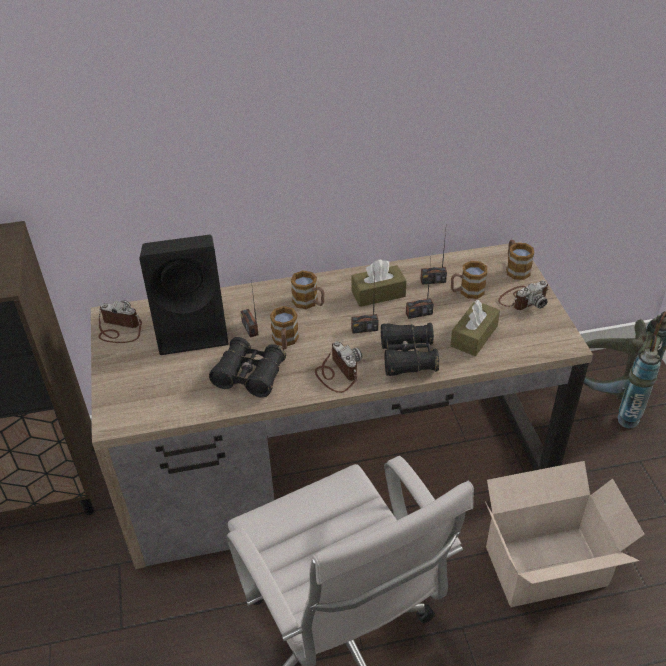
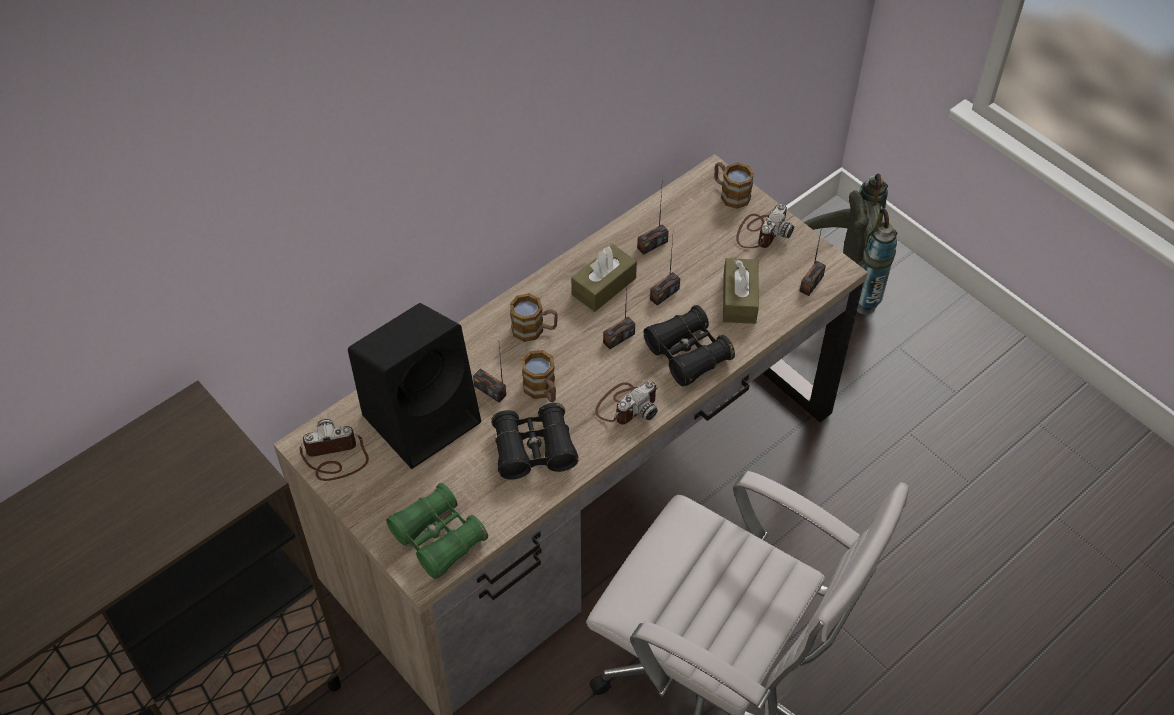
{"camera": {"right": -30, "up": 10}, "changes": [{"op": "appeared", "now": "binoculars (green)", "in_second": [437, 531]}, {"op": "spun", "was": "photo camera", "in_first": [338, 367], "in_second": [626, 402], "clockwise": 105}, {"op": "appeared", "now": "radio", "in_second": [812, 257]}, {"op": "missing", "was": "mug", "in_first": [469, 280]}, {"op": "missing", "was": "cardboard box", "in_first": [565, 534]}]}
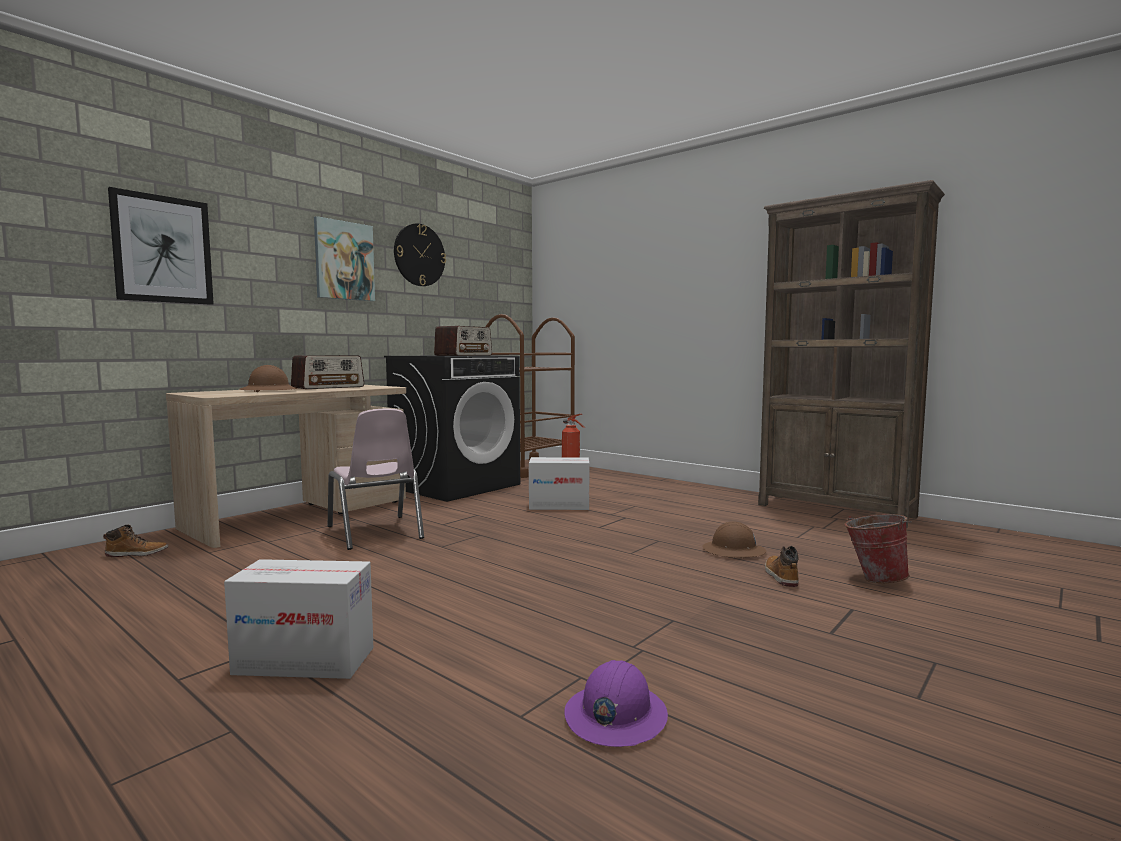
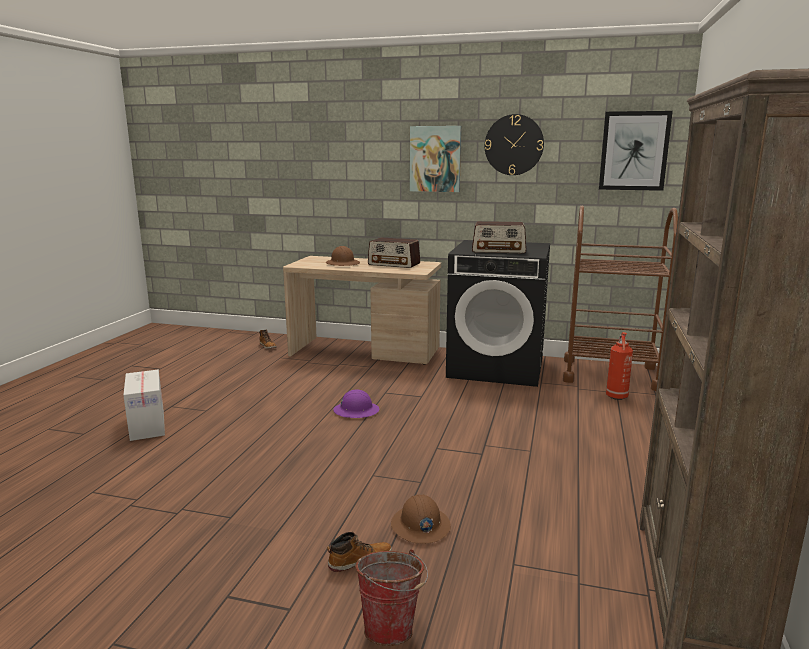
{"camera": {"right": 65, "up": 10}, "changes": [{"op": "relocated", "was": "hard hat (purple)", "in_first": [616, 703], "in_second": [356, 404]}, {"op": "relocated", "was": "picture", "in_first": [161, 246], "in_second": [636, 151]}, {"op": "missing", "was": "chair (pink)", "in_first": [376, 479]}, {"op": "missing", "was": "cardboard box", "in_first": [559, 483]}]}
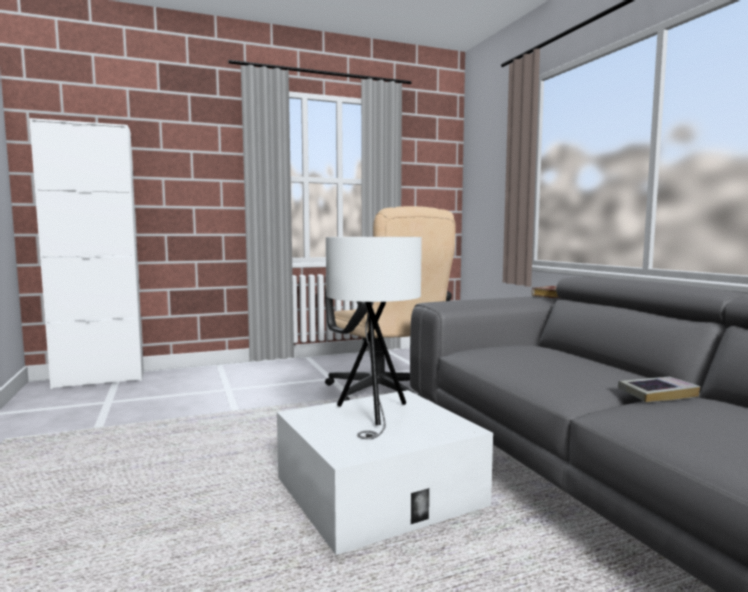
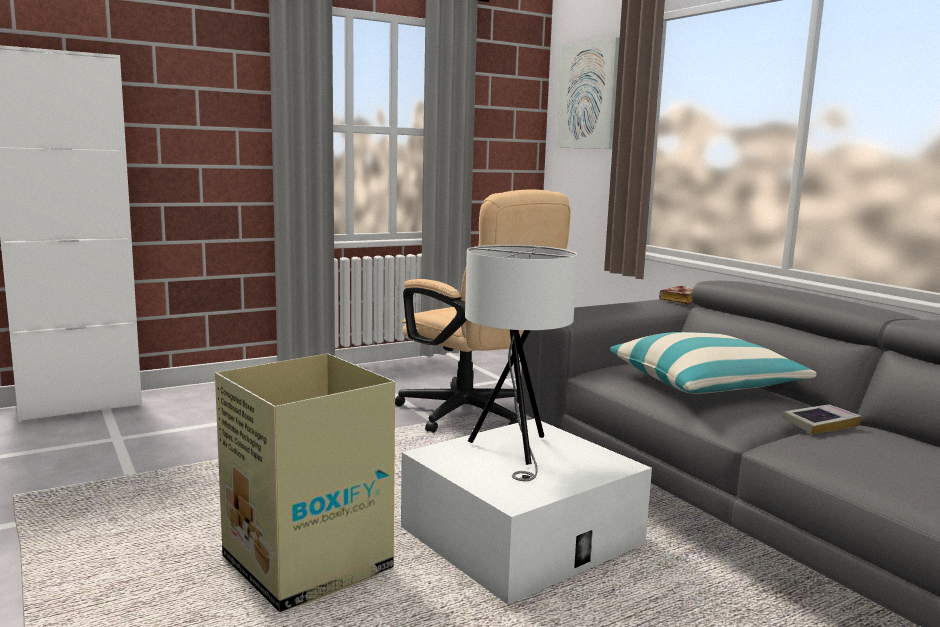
{"camera": {"right": -10, "up": 5}, "changes": [{"op": "appeared", "now": "cardboard box", "in_second": [305, 483]}, {"op": "appeared", "now": "picture", "in_second": [588, 93]}, {"op": "appeared", "now": "pillow", "in_second": [713, 363]}]}
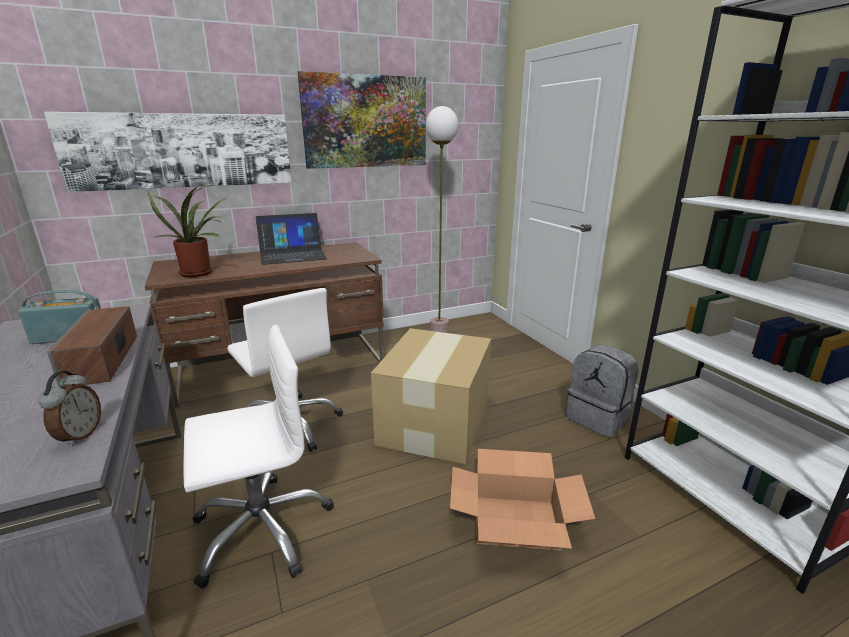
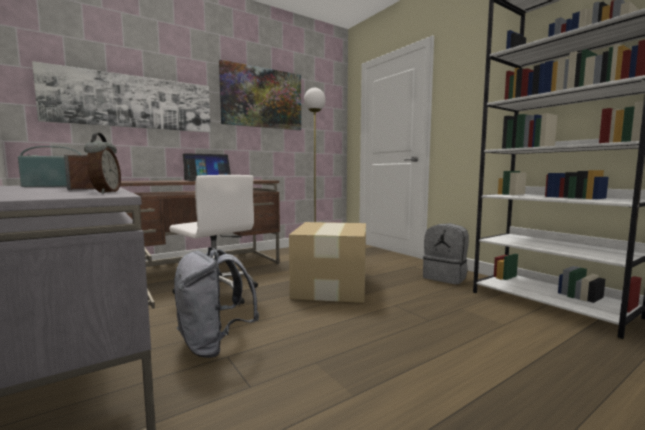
{"camera": {"right": -10, "up": -15}, "changes": [{"op": "exchanged", "was": "office chair (white)", "now": "backpack (grey)", "in_first": [258, 457], "in_second": [216, 302]}, {"op": "missing", "was": "potted plant", "in_first": [187, 231]}, {"op": "missing", "was": "cardboard box", "in_first": [522, 500]}]}
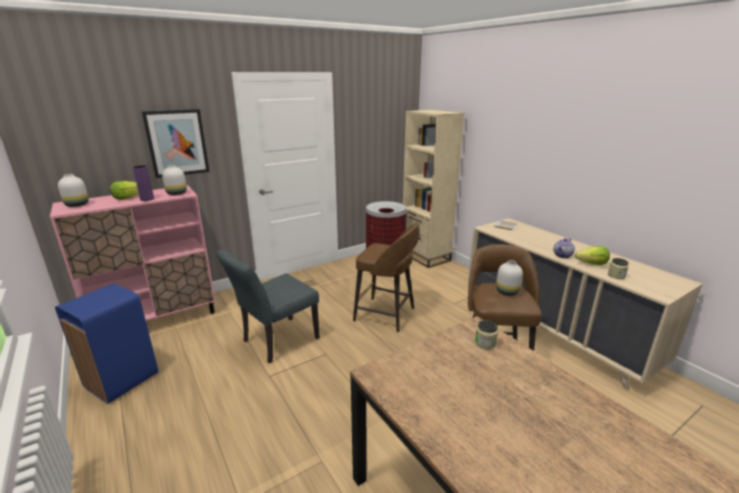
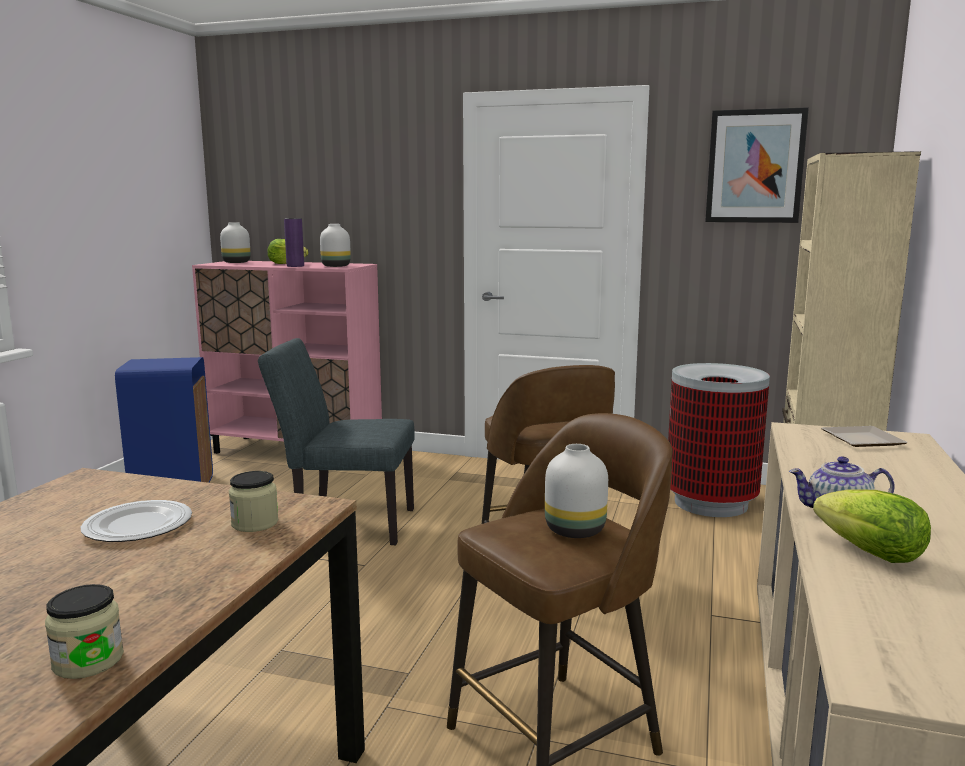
{"camera": {"right": 50, "up": -10}, "changes": [{"op": "relocated", "was": "jar", "in_first": [618, 268], "in_second": [84, 631]}, {"op": "appeared", "now": "plate", "in_second": [136, 521]}, {"op": "relocated", "was": "picture", "in_first": [176, 143], "in_second": [757, 165]}]}
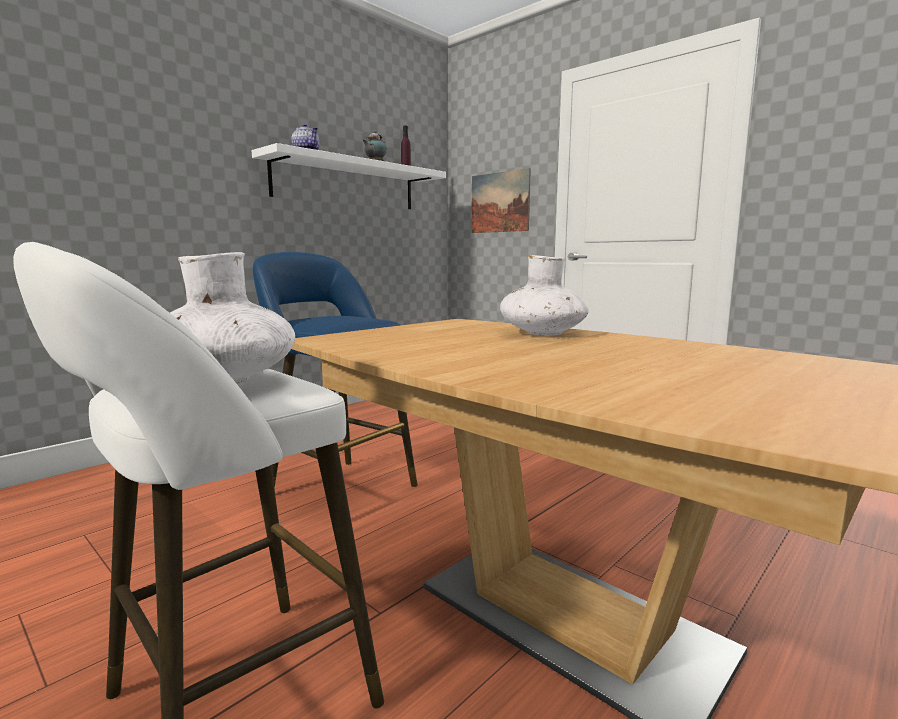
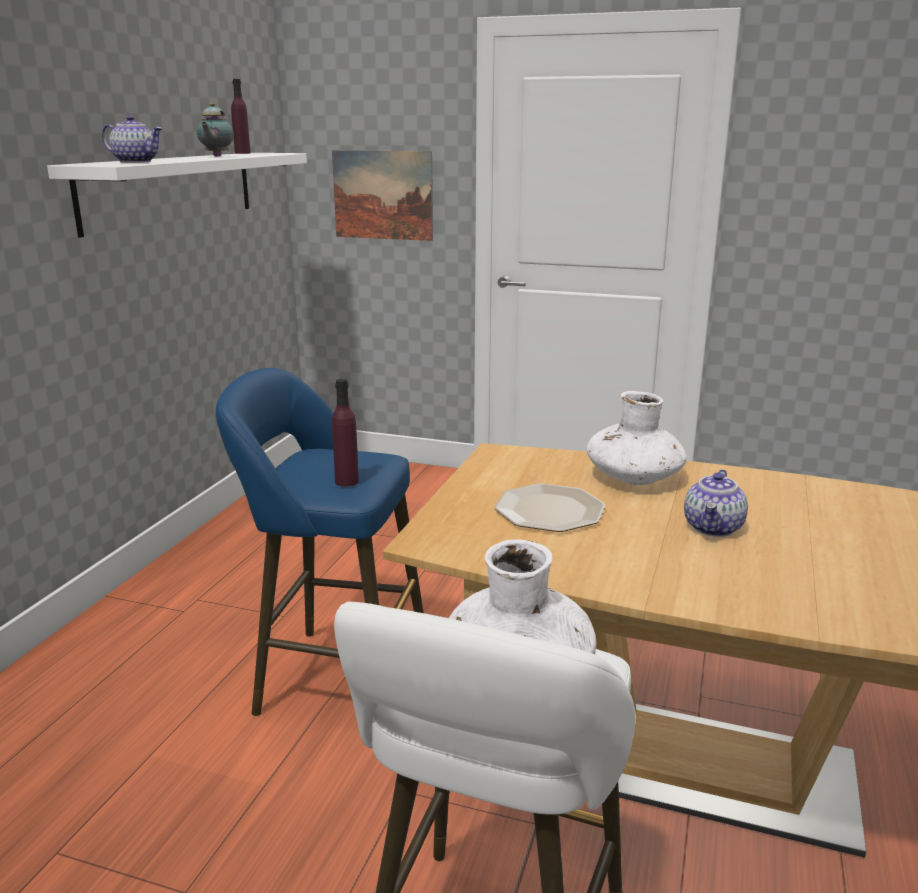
{"camera": {"right": -25, "up": 10}, "changes": [{"op": "appeared", "now": "bottle (purple)", "in_second": [345, 432]}, {"op": "appeared", "now": "plate", "in_second": [549, 507]}, {"op": "appeared", "now": "teapot", "in_second": [716, 503]}]}
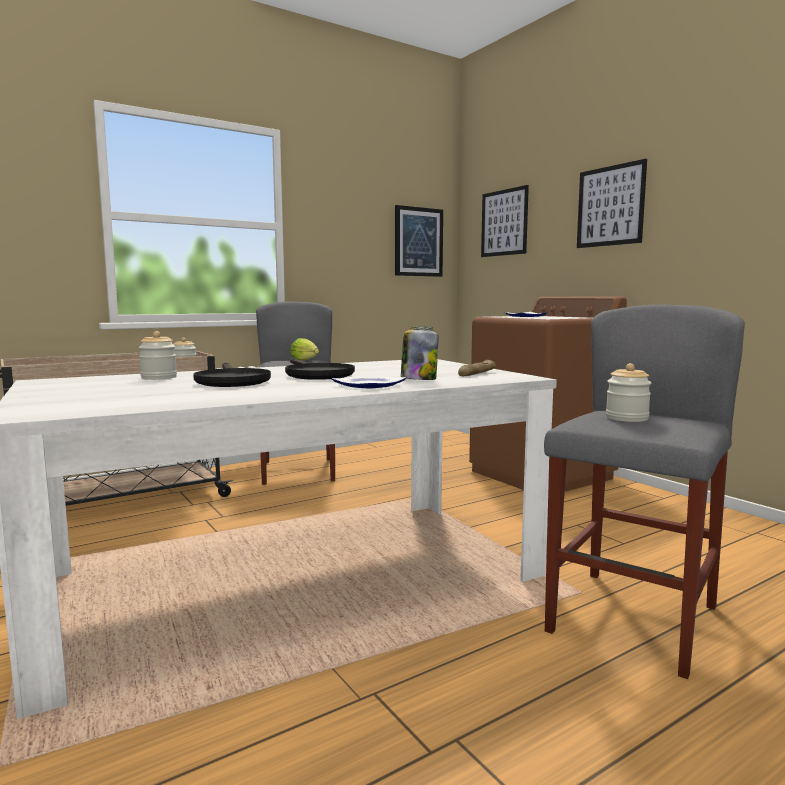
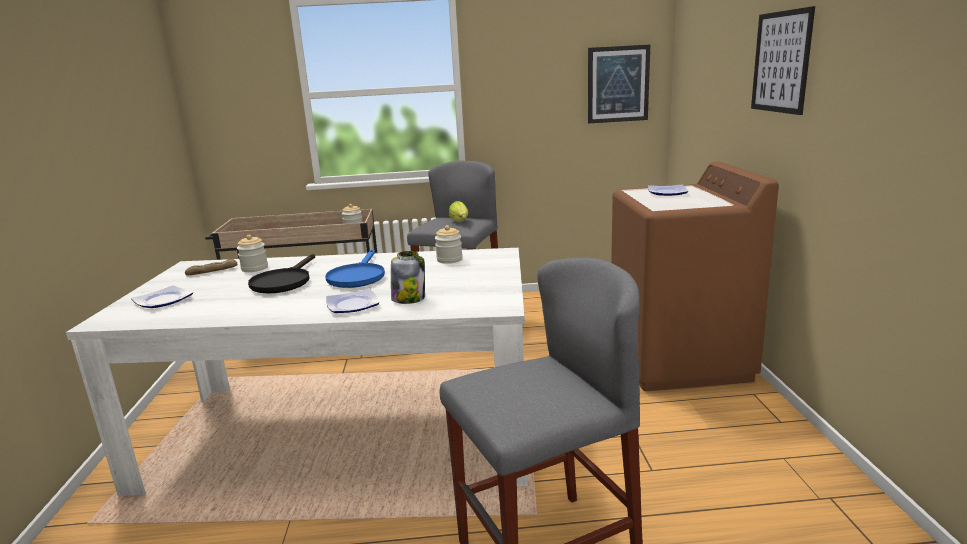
{"camera": {"right": 30, "up": 10}, "changes": [{"op": "appeared", "now": "plate", "in_second": [162, 296]}, {"op": "relocated", "was": "bread", "in_first": [477, 368], "in_second": [211, 267]}, {"op": "colour", "was": "frying pan (black)", "now": "frying pan (blue)", "in_first": [320, 369], "in_second": [355, 268]}, {"op": "relocated", "was": "jar", "in_first": [629, 392], "in_second": [449, 244]}, {"op": "missing", "was": "picture", "in_first": [505, 221]}]}
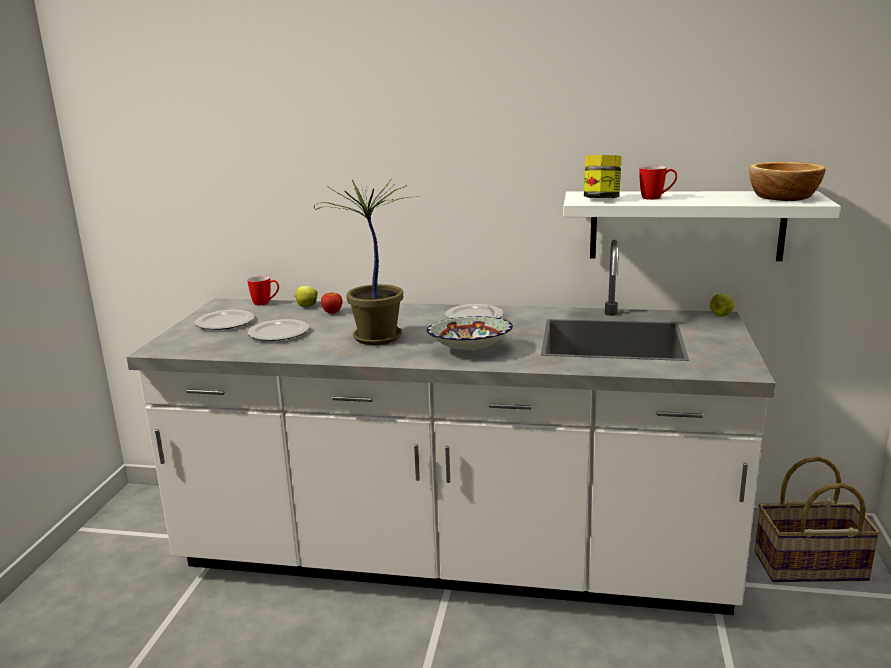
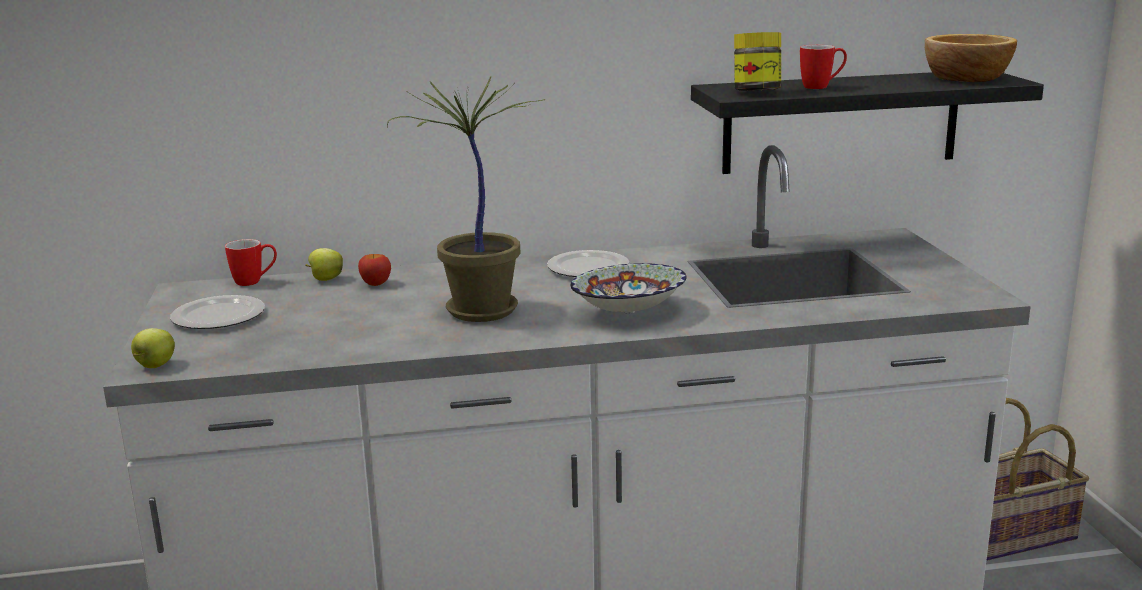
{"camera": {"right": -20, "up": 0}, "changes": [{"op": "relocated", "was": "apple", "in_first": [722, 305], "in_second": [153, 348]}, {"op": "colour", "was": "shelf (white)", "now": "shelf (black)", "in_first": [702, 226], "in_second": [867, 123]}, {"op": "missing", "was": "plate", "in_first": [278, 330]}]}
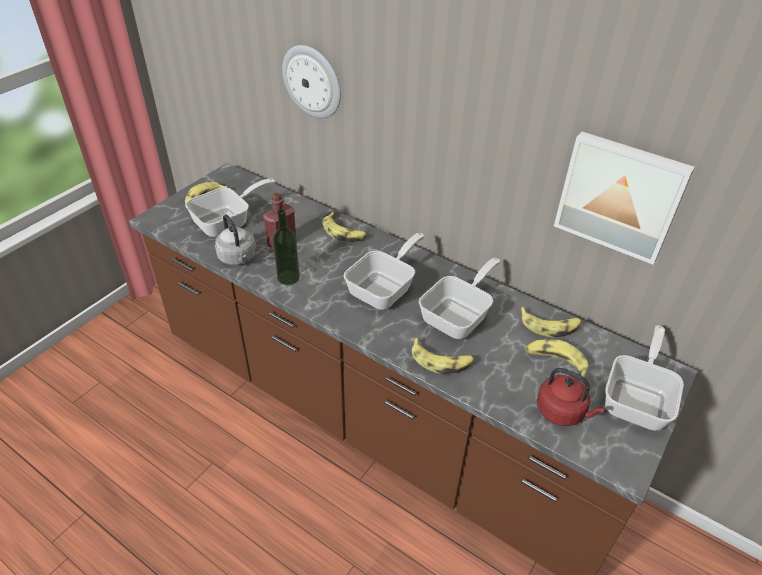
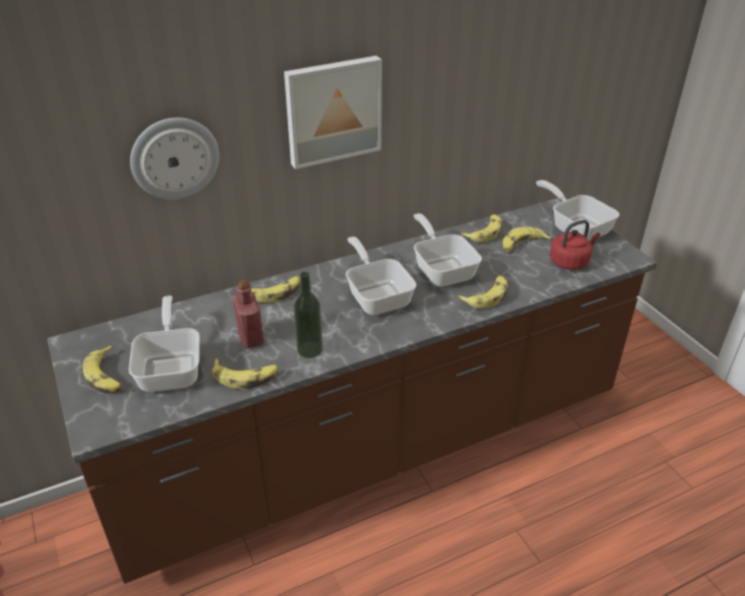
{"camera": {"right": -60, "up": -5}, "changes": [{"op": "exchanged", "was": "kettle (grey)", "now": "banana", "in_first": [235, 239], "in_second": [245, 373]}, {"op": "relocated", "was": "picture", "in_first": [624, 198], "in_second": [333, 112]}]}
